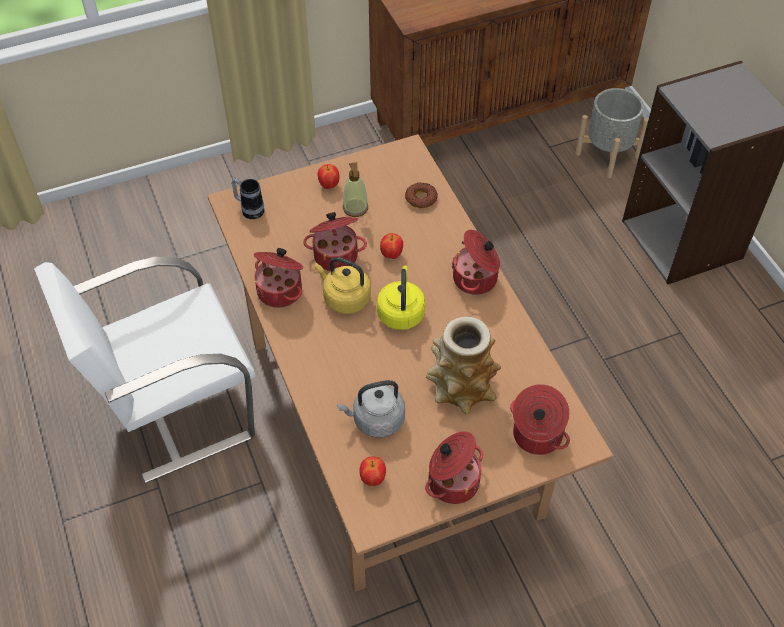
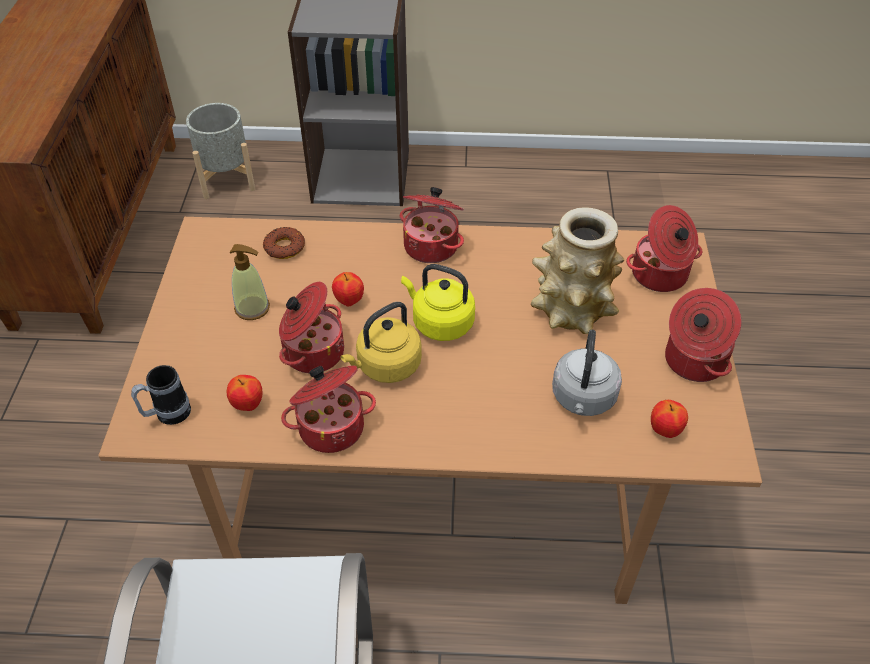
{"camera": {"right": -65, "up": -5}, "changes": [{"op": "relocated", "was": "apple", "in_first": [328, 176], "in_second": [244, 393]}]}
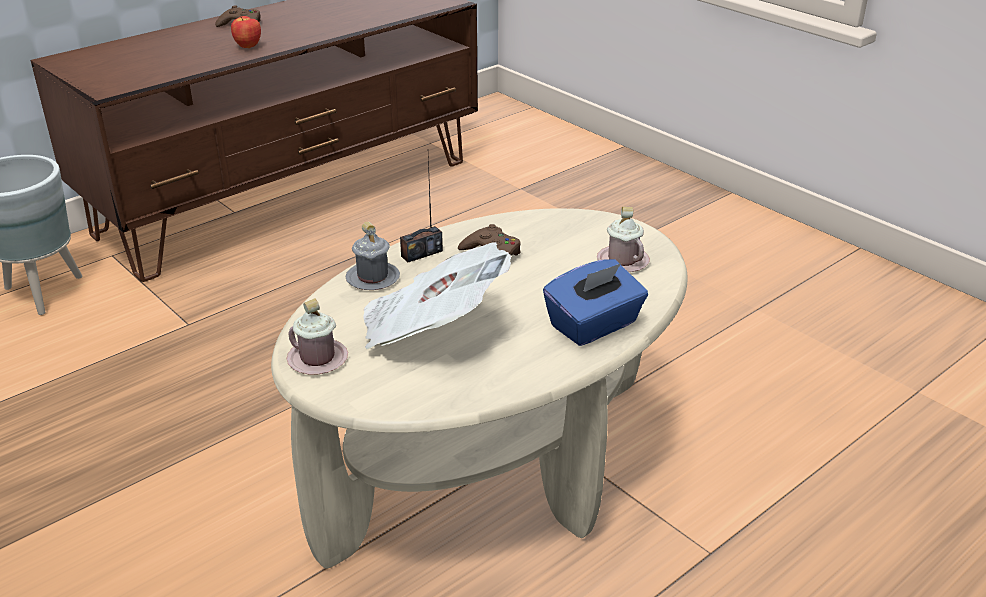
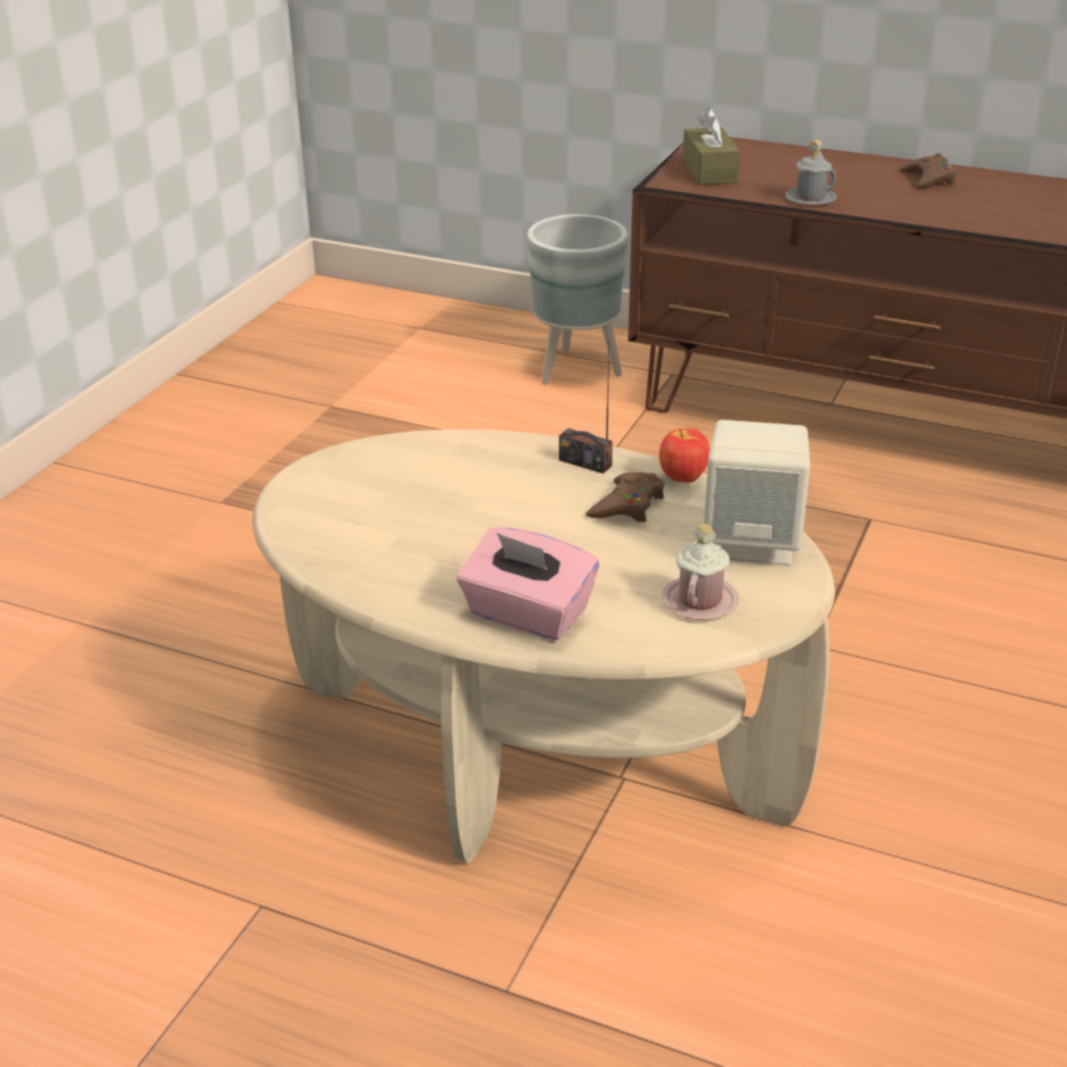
{"camera": {"right": 65, "up": 0}, "changes": [{"op": "colour", "was": "tissue box (blue)", "now": "tissue box (pink)", "in_first": [595, 302], "in_second": [528, 584]}, {"op": "relocated", "was": "apple", "in_first": [246, 32], "in_second": [684, 456]}, {"op": "appeared", "now": "tissue box (brown)", "in_second": [711, 146]}, {"op": "appeared", "now": "speaker (beige)", "in_second": [757, 493]}, {"op": "relocated", "was": "mug (grey)", "in_first": [372, 256], "in_second": [811, 173]}, {"op": "missing", "was": "mug (pink)", "in_first": [317, 336]}, {"op": "missing", "was": "newspaper", "in_first": [437, 295]}]}
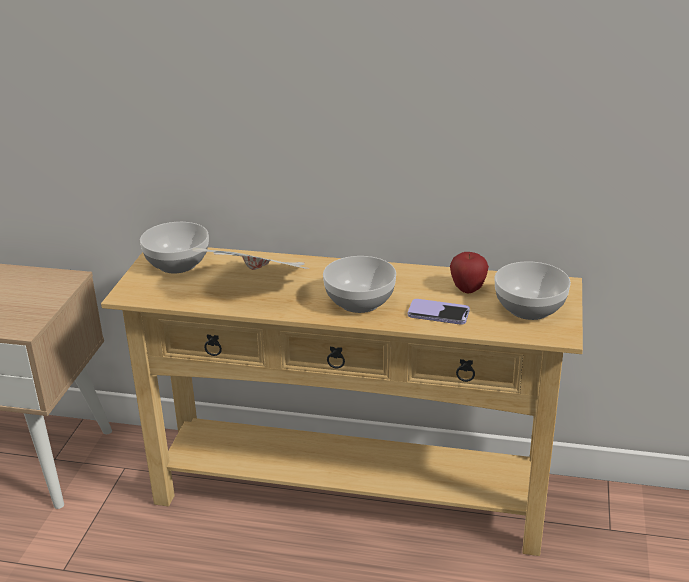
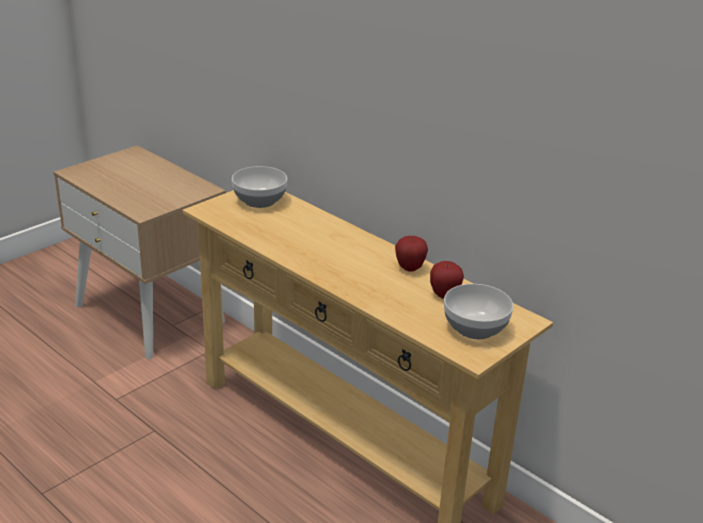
{"camera": {"right": 30, "up": 0}, "changes": [{"op": "appeared", "now": "apple", "in_second": [411, 254]}, {"op": "missing", "was": "newspaper", "in_first": [251, 259]}, {"op": "missing", "was": "bowl", "in_first": [359, 284]}, {"op": "missing", "was": "phone", "in_first": [439, 312]}]}
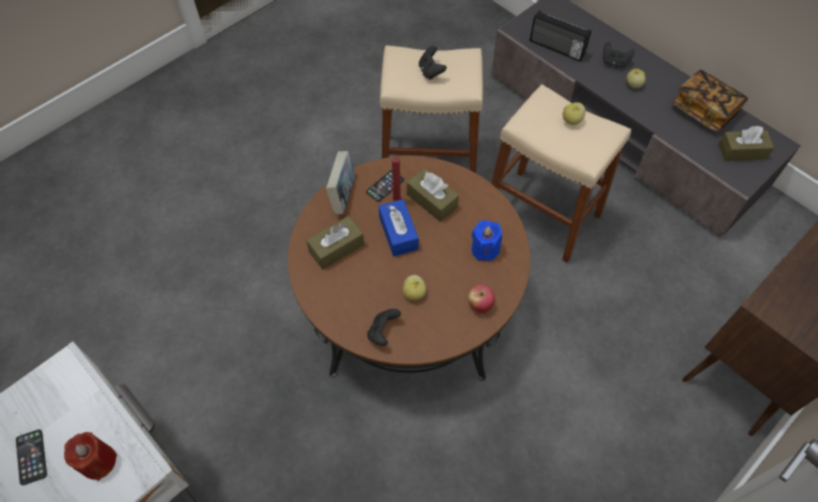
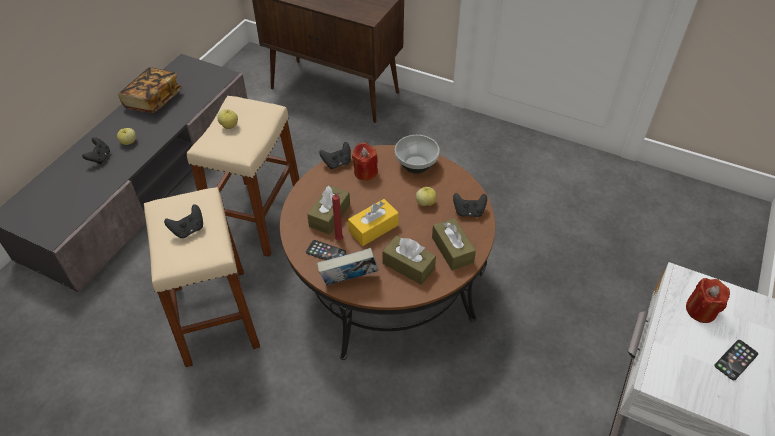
{"camera": {"right": -110, "up": -10}, "changes": [{"op": "appeared", "now": "game controller (black)", "in_second": [335, 155]}, {"op": "colour", "was": "tissue box (blue)", "now": "tissue box (yellow)", "in_first": [399, 227], "in_second": [373, 222]}, {"op": "colour", "was": "candle (blue)", "now": "candle (red)", "in_first": [486, 241], "in_second": [365, 161]}, {"op": "exchanged", "was": "apple", "now": "bowl", "in_first": [481, 298], "in_second": [417, 154]}, {"op": "relocated", "was": "tissue box (brown)", "in_first": [746, 143], "in_second": [454, 244]}, {"op": "missing", "was": "radio", "in_first": [560, 36]}]}
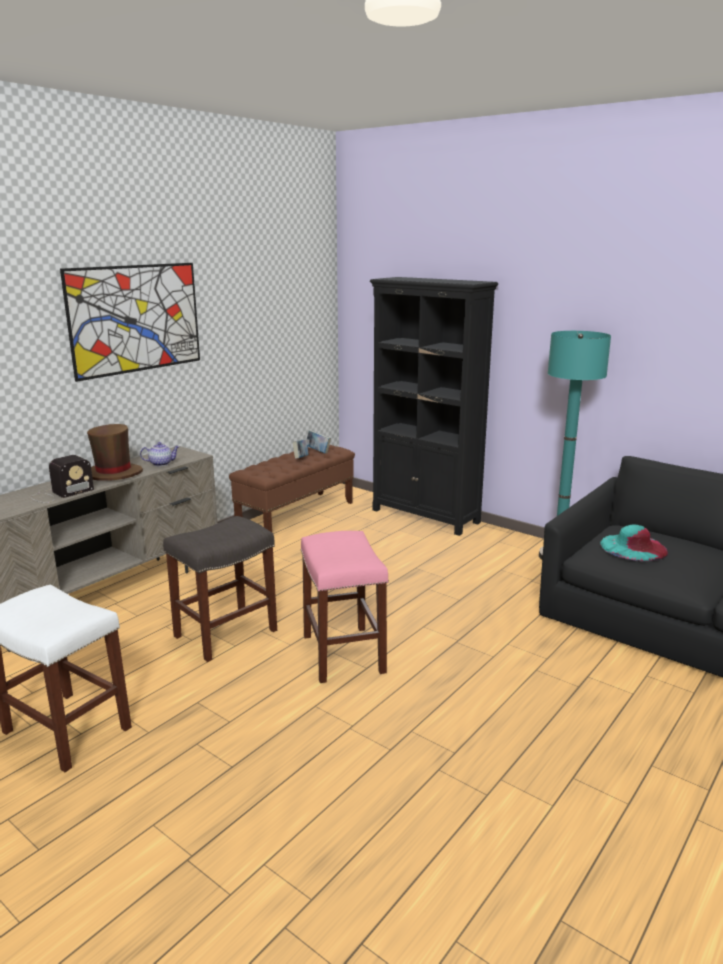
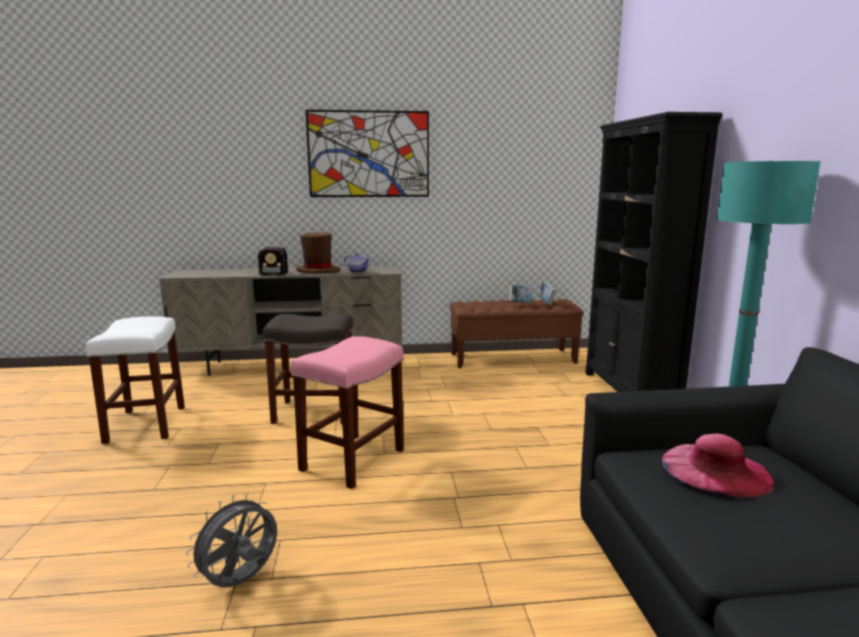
{"camera": {"right": 45, "up": -5}, "changes": [{"op": "appeared", "now": "fan (grey)", "in_second": [231, 540]}, {"op": "colour", "was": "hat (turquoise)", "now": "hat (pink)", "in_first": [634, 542], "in_second": [718, 466]}]}
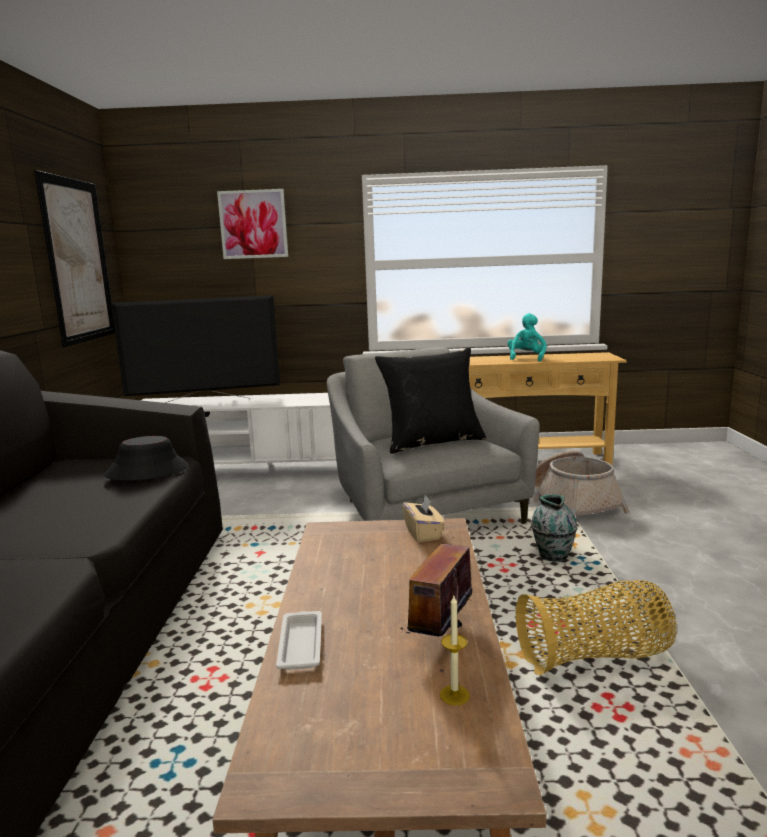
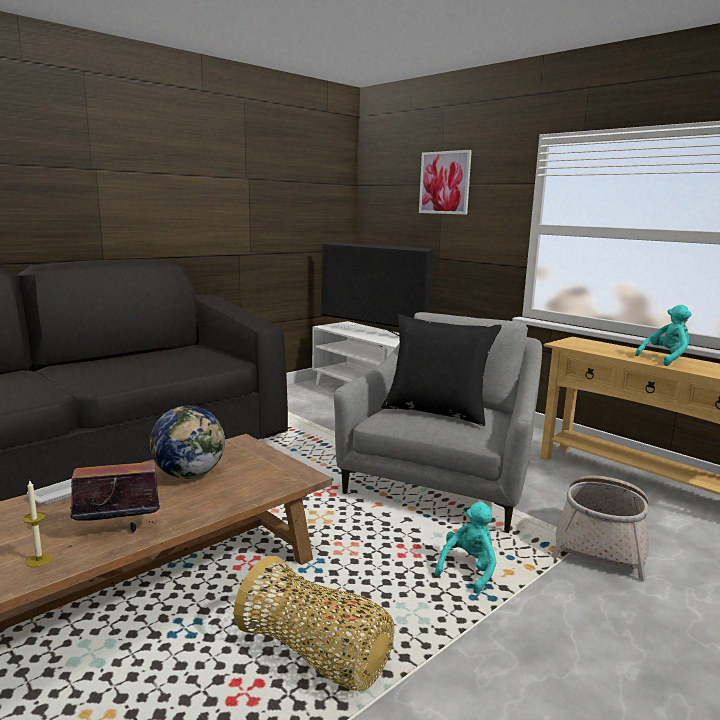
{"camera": {"right": 45, "up": 0}, "changes": [{"op": "appeared", "now": "globe", "in_second": [187, 442]}, {"op": "exchanged", "was": "vase", "now": "plush toy (turquoise)", "in_first": [554, 528], "in_second": [466, 548]}, {"op": "missing", "was": "picture", "in_first": [74, 259]}, {"op": "missing", "was": "hat (black)", "in_first": [146, 458]}, {"op": "missing", "was": "tissue box (beige)", "in_first": [423, 518]}]}
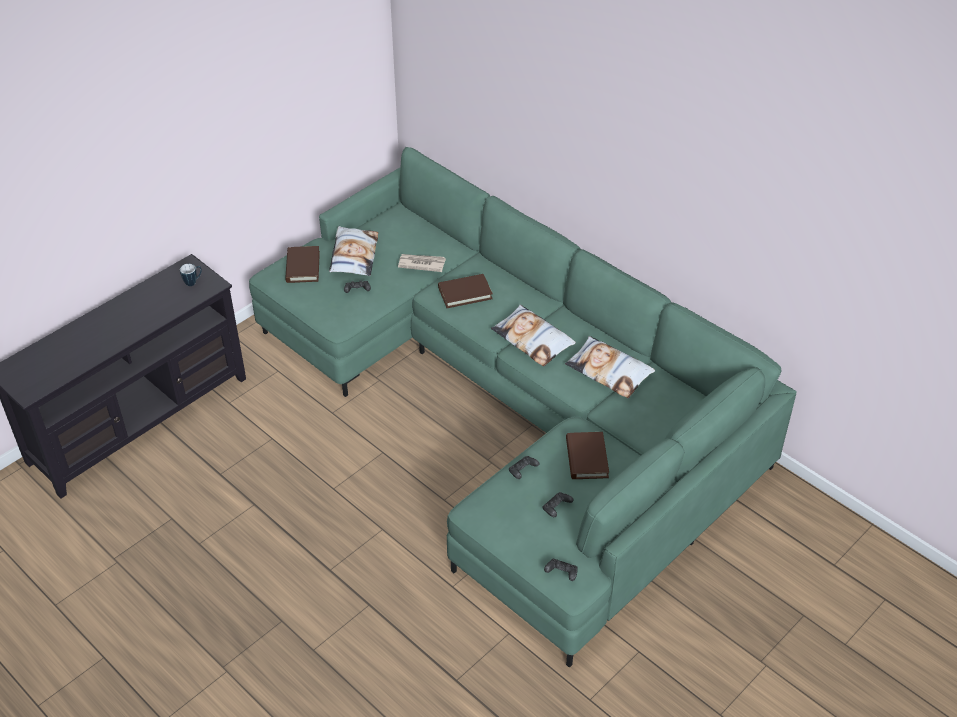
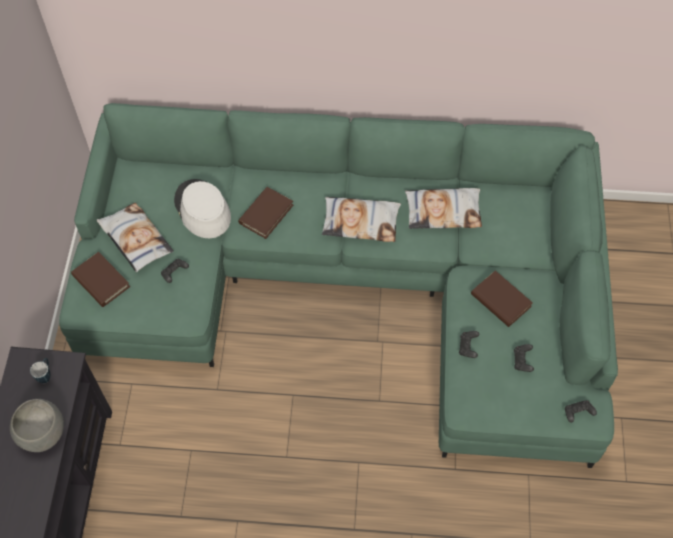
{"camera": {"right": -40, "up": 15}, "changes": [{"op": "appeared", "now": "bowl (grey)", "in_second": [37, 425]}, {"op": "exchanged", "was": "newspaper", "now": "hat (white)", "in_first": [422, 263], "in_second": [202, 208]}]}
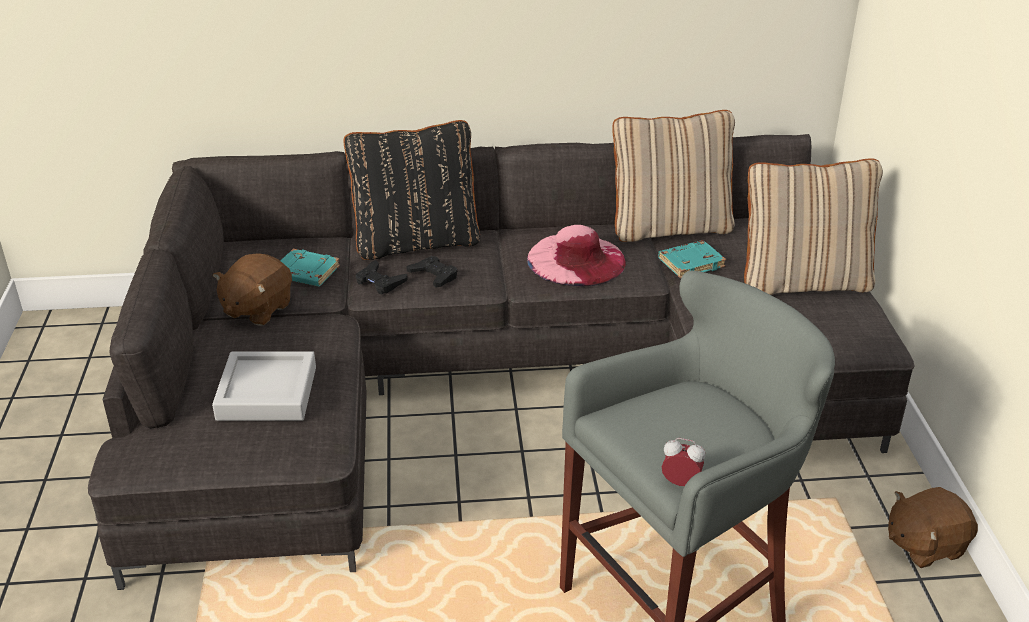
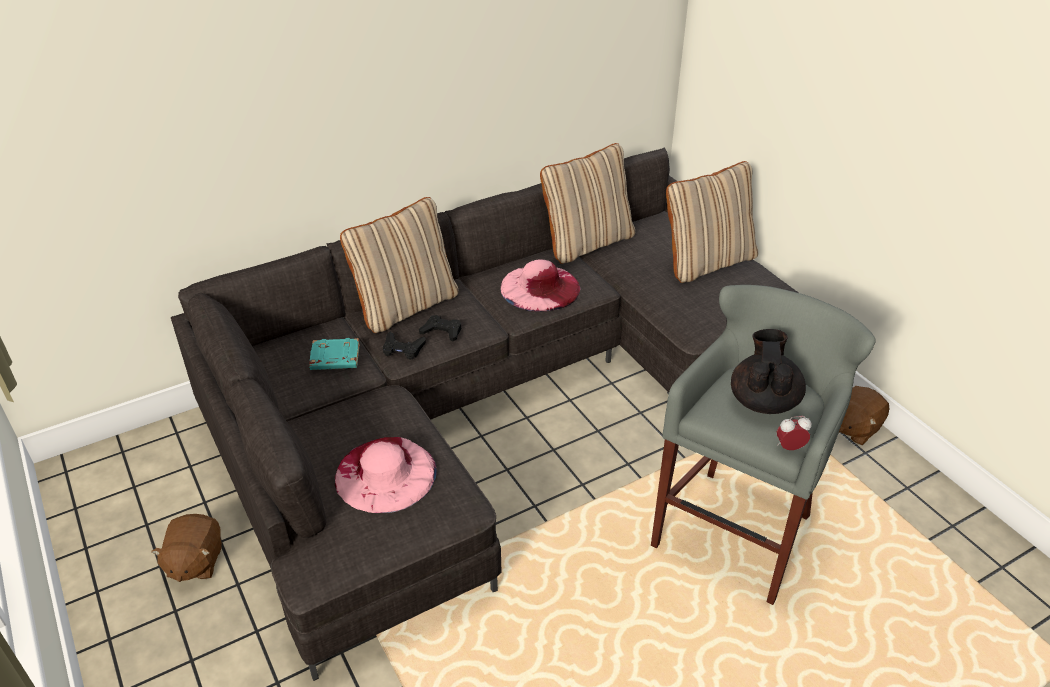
{"camera": {"right": -25, "up": 5}, "changes": [{"op": "relocated", "was": "plush toy (brown)", "in_first": [252, 290], "in_second": [186, 548]}, {"op": "exchanged", "was": "tray (grey)", "now": "hat (pink)", "in_first": [264, 386], "in_second": [385, 475]}, {"op": "colour", "was": "pillow (black)", "now": "pillow (beige)", "in_first": [412, 190], "in_second": [399, 265]}, {"op": "appeared", "now": "teapot (black)", "in_second": [768, 371]}, {"op": "missing", "was": "book (turquoise)", "in_first": [692, 259]}]}
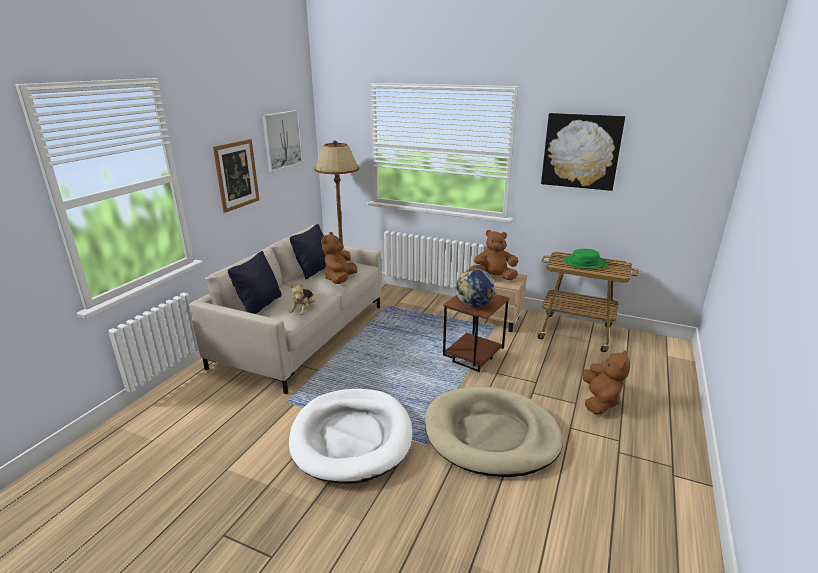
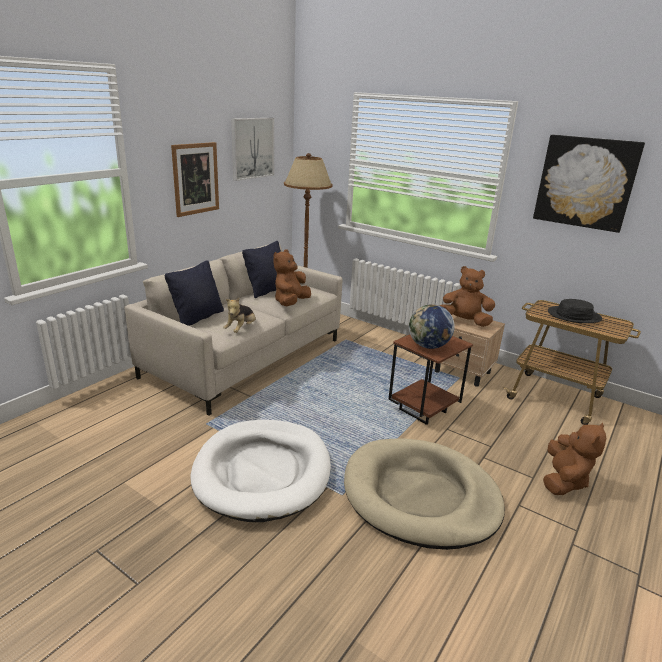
{"camera": {"right": 10, "up": 0}, "changes": [{"op": "colour", "was": "hat (green)", "now": "hat (black)", "in_first": [585, 259], "in_second": [575, 311]}]}
